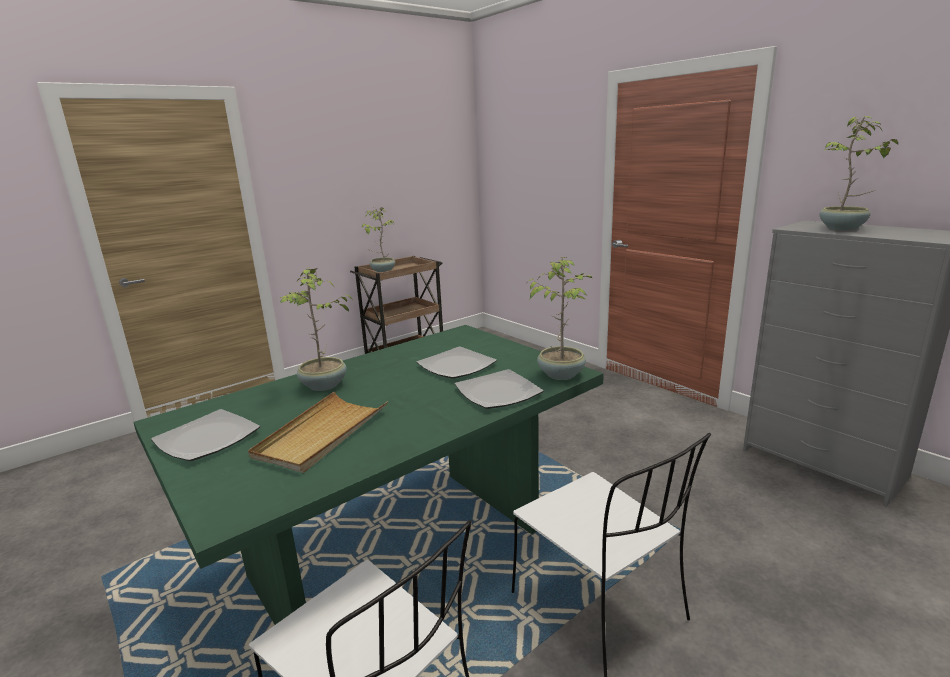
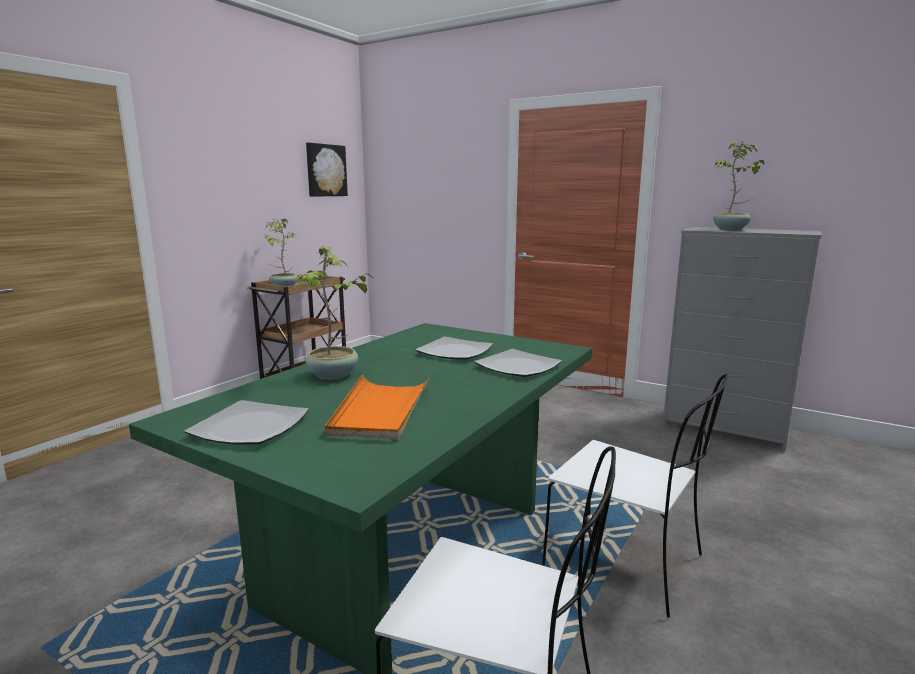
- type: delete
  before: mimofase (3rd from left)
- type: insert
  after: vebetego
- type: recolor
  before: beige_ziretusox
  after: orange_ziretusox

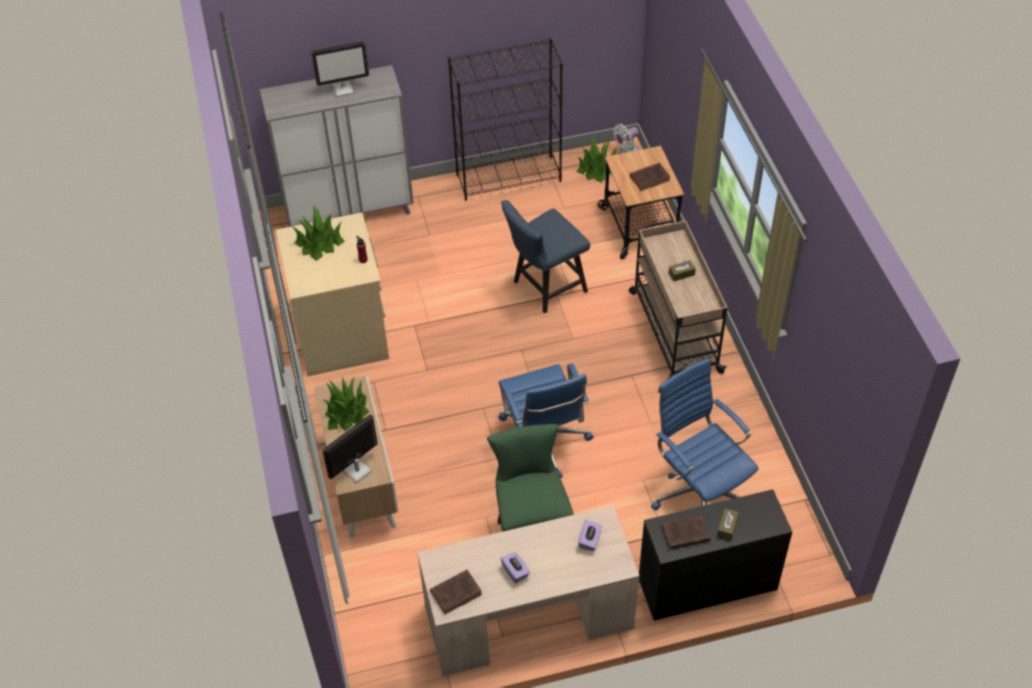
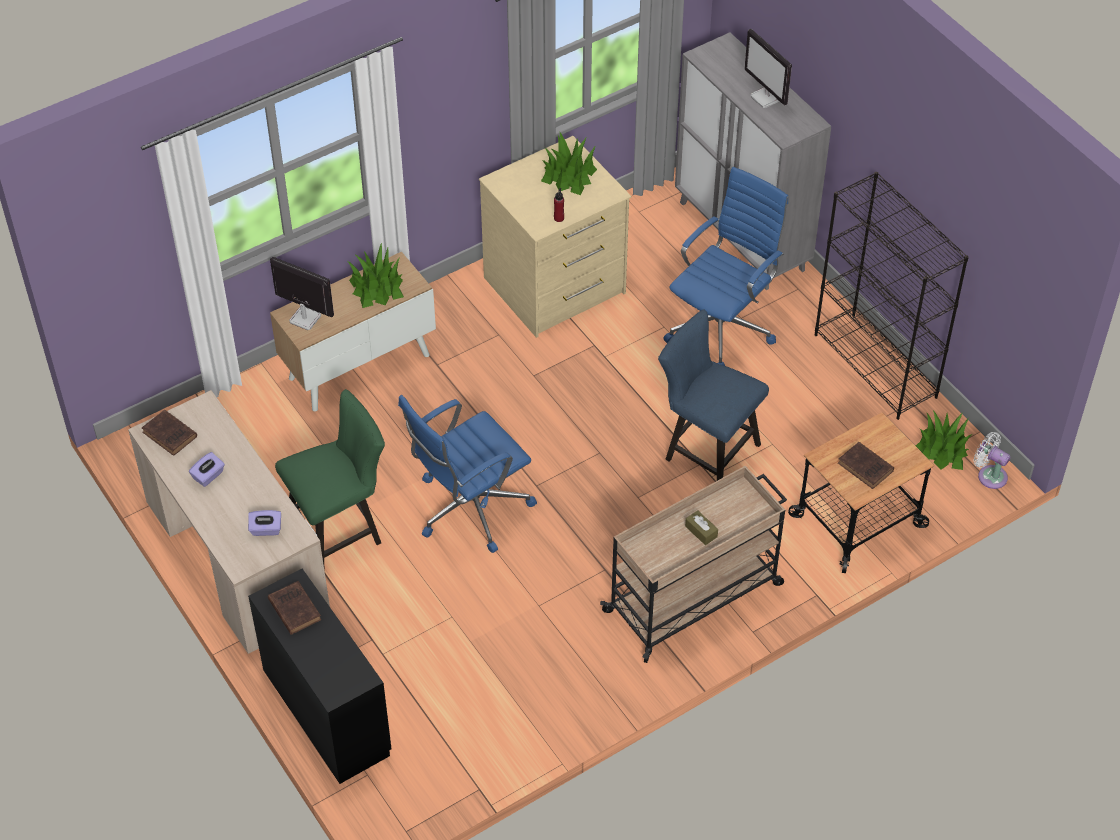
- type: delete
  before: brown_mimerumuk (2nd from left)
- type: move
  before: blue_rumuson (2nd from left)

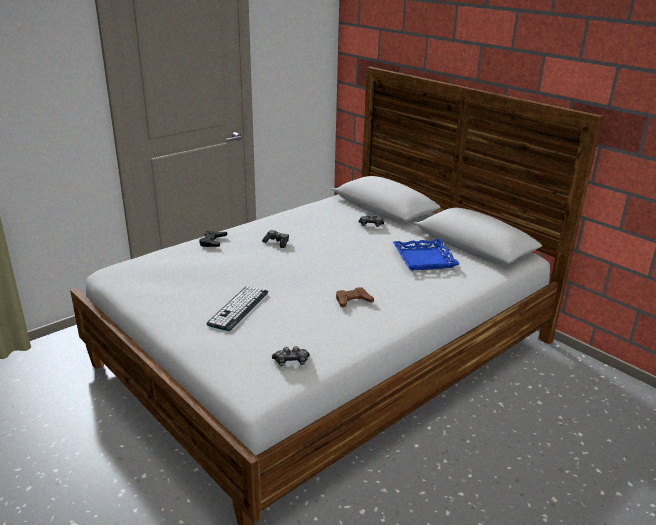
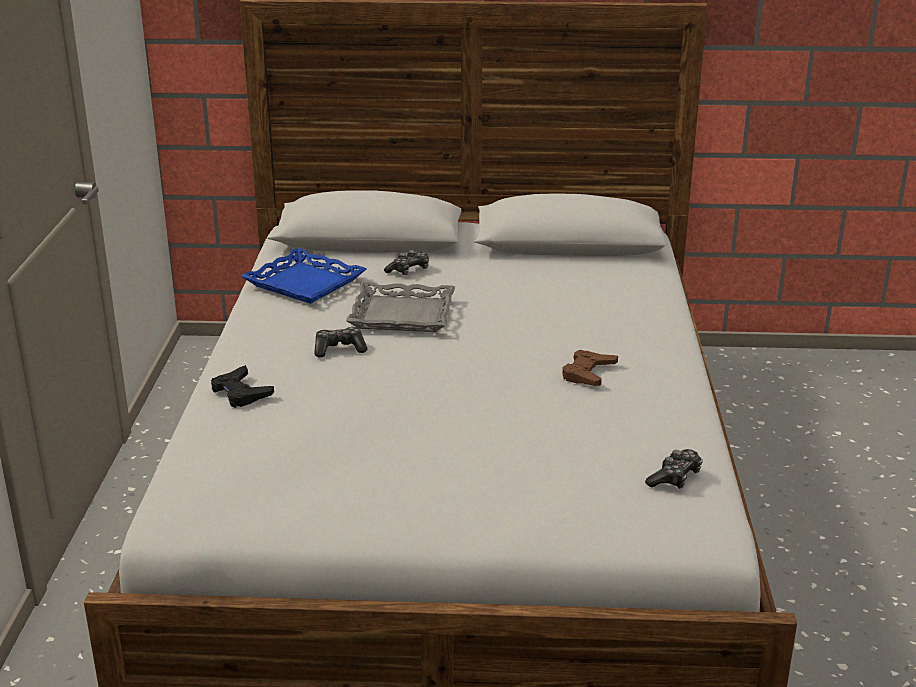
- type: delete
  before: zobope
- type: insert
  after: grey_ziretusox
- type: move
  before: blue_ziretusox

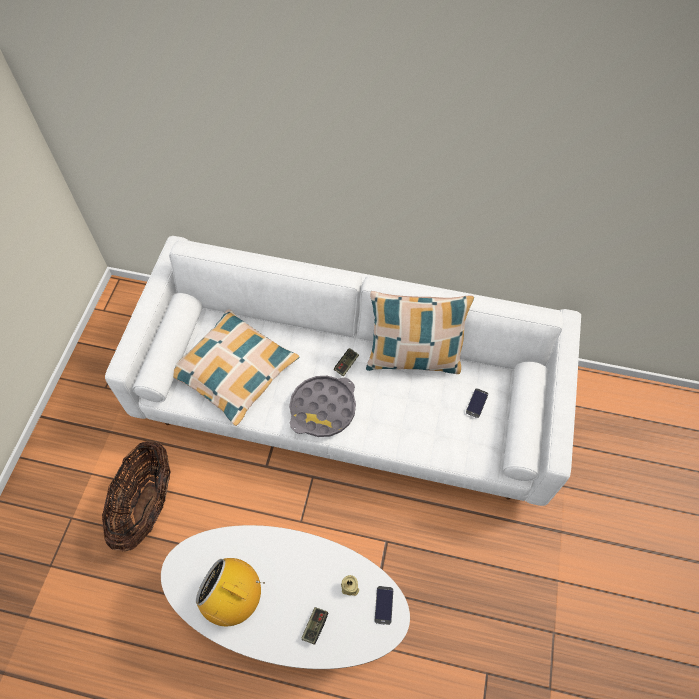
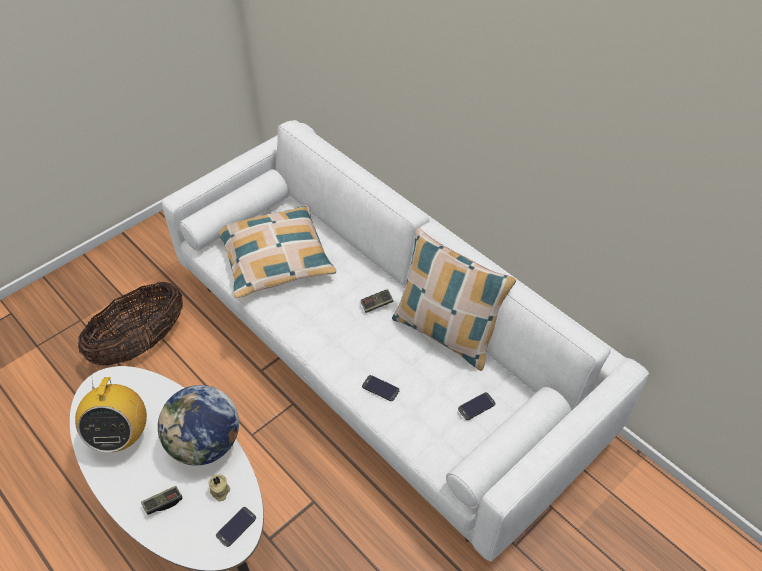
- type: delete
  before: grey_ziretusox
- type: insert
  after: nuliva
- type: insert
  after: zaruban (2nd from left)
- type: rotate
  before: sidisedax
  turn: -150

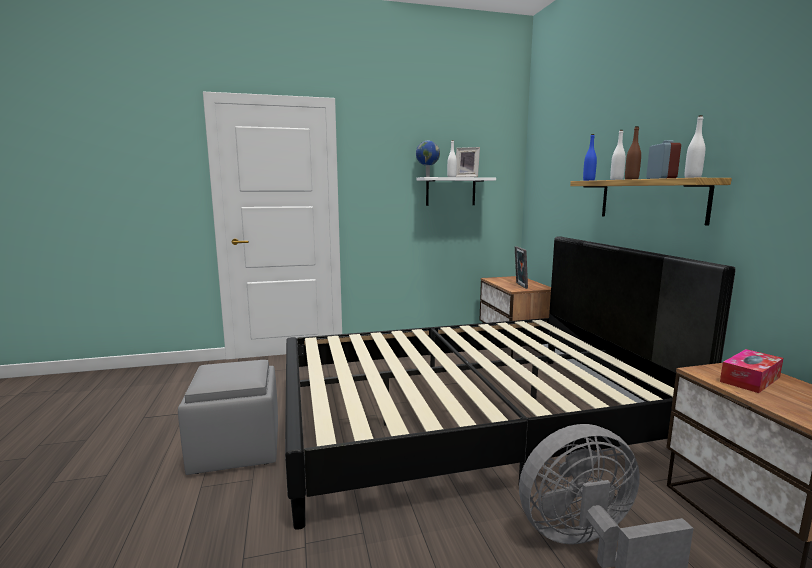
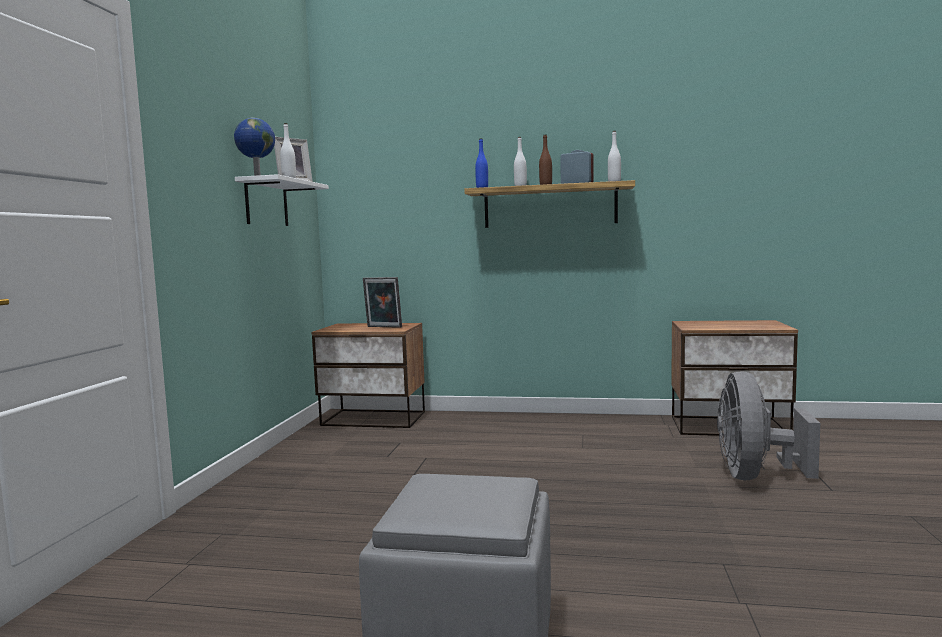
- type: delete
  before: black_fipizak
- type: delete
  before: mimerumuk

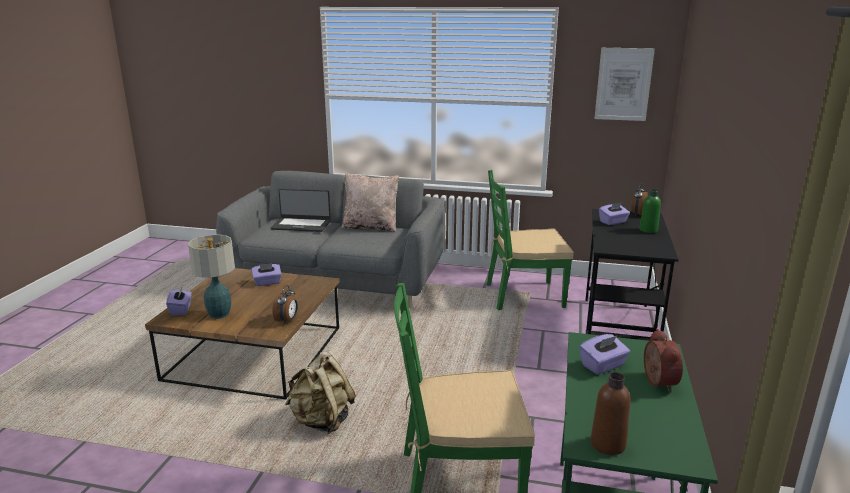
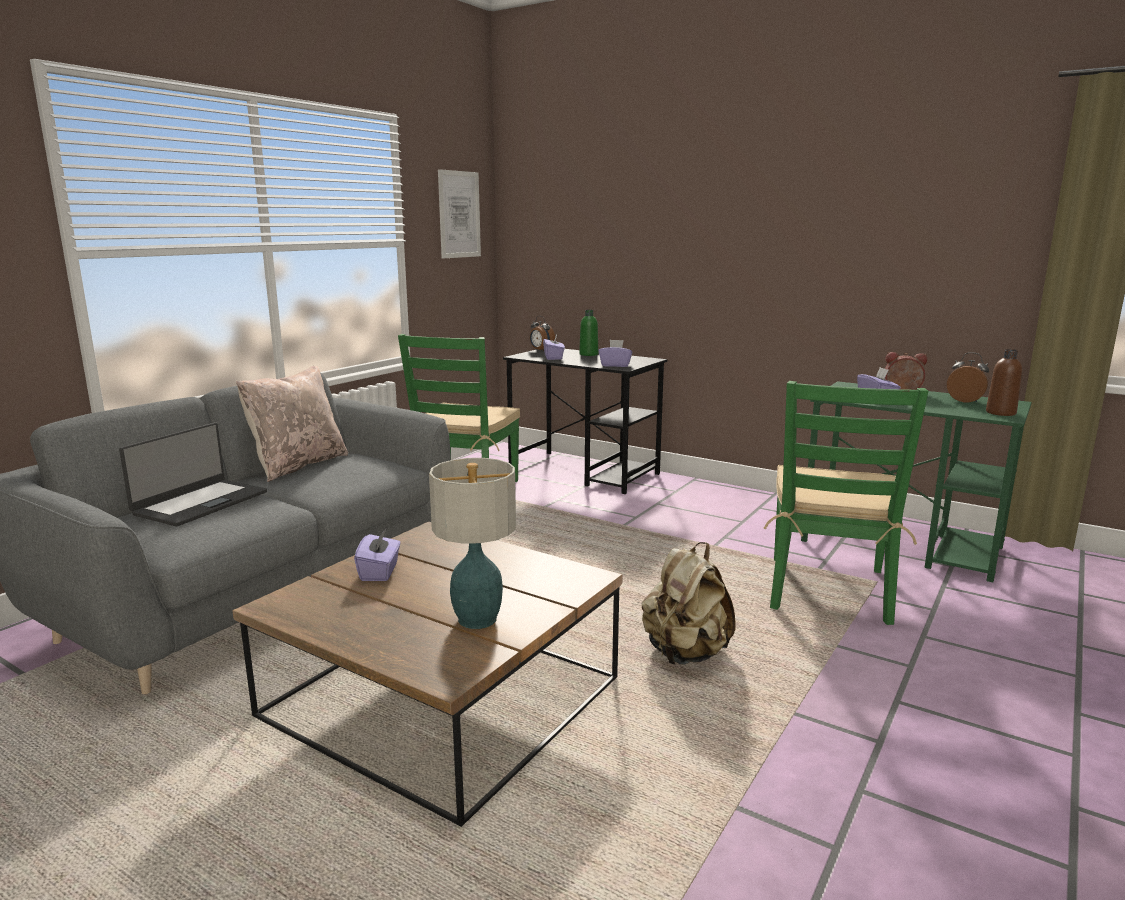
- type: move
  before: purple_mimerumuk (1st from left in the first image)
  after: purple_mimerumuk (3rd from left)
- type: move
  before: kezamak (1st from left in the first image)
  after: kezamak (3rd from left)

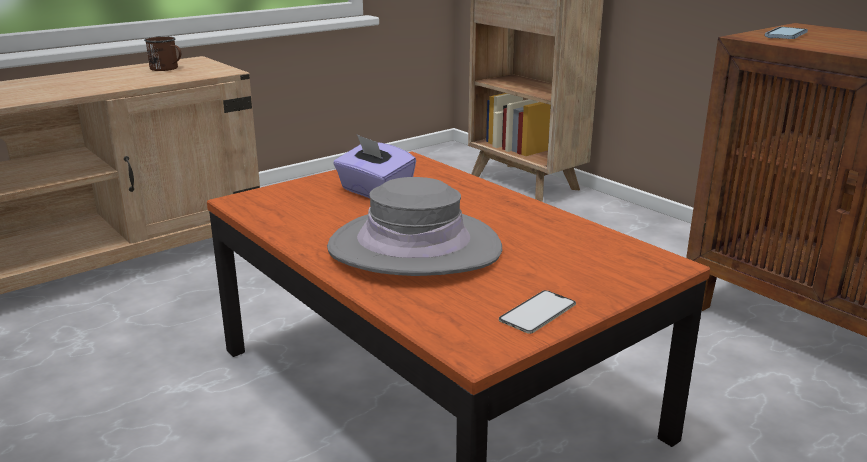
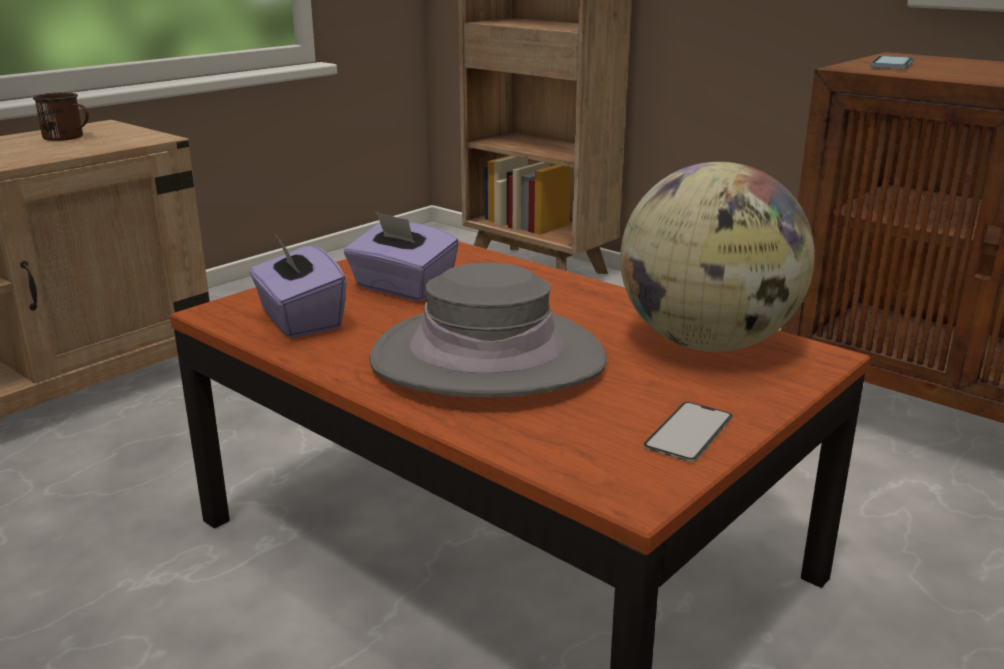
- type: insert
  after: purple_mimerumuk (1st from left)
- type: insert
  after: nuliva

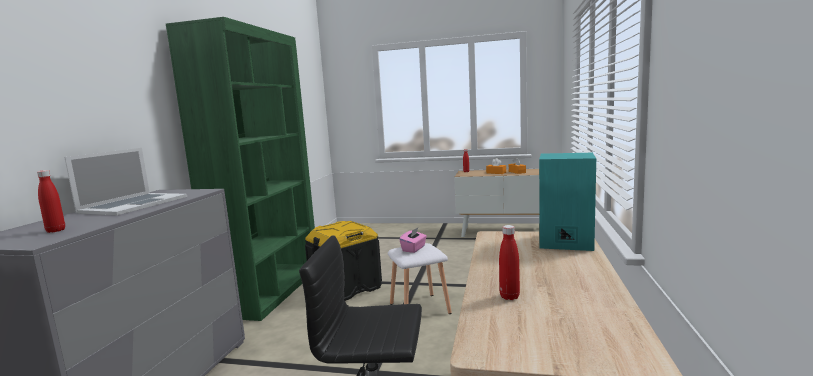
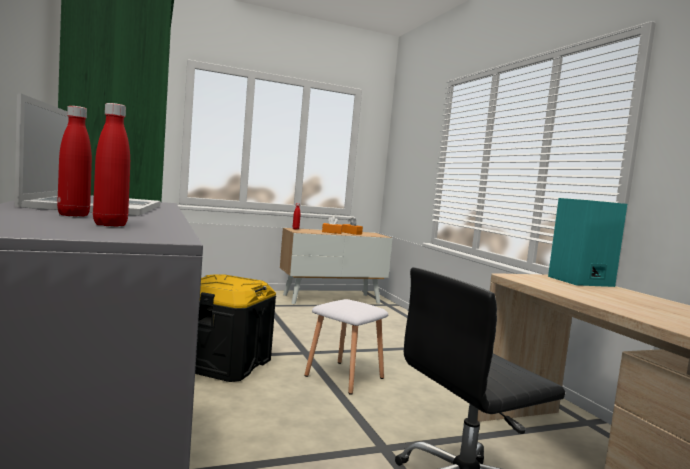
- type: delete
  before: pink_mimerumuk
- type: move
  before: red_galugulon (3rd from left in the first image)
  after: red_galugulon (1st from left)

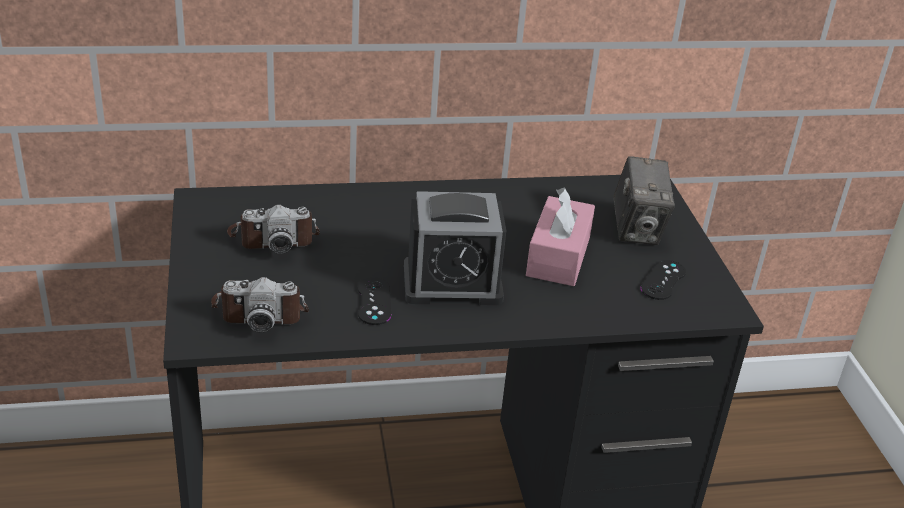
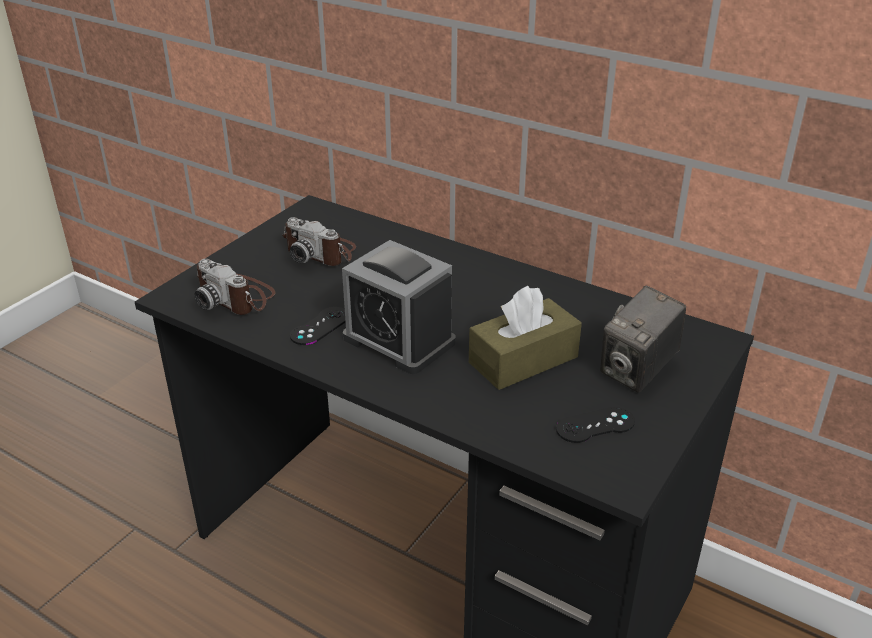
- type: recolor
  before: pink_mimerumuk
  after: brown_mimerumuk

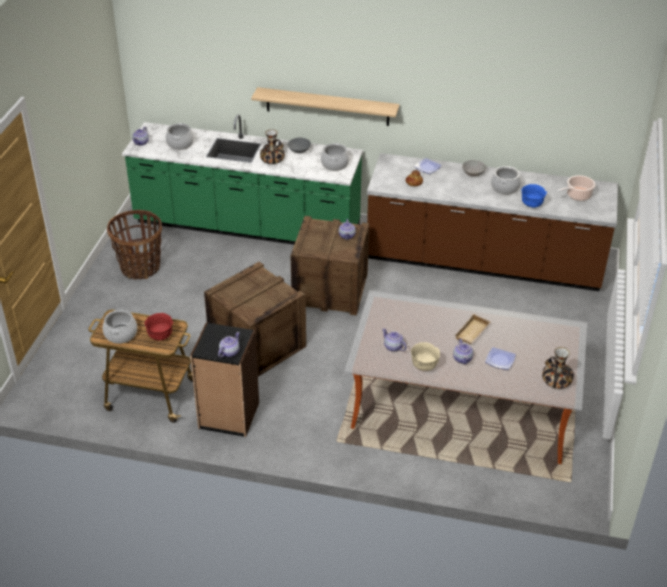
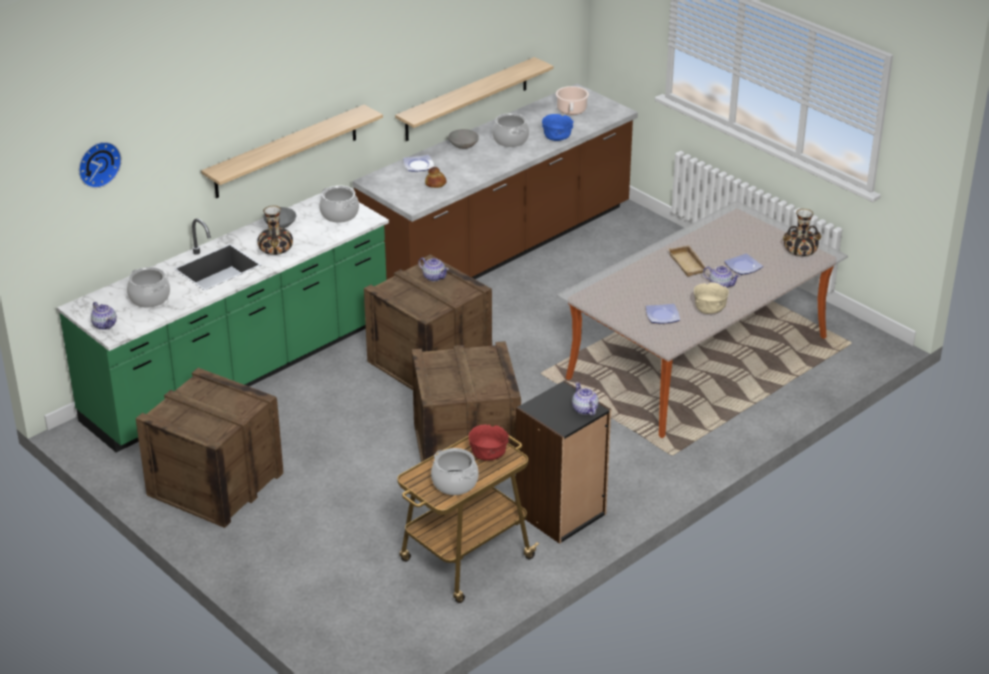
- type: insert
  after: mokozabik
- type: insert
  after: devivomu (2nd from left)
- type: replace
  before: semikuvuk
  after: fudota (1st from left)
- type: replace
  before: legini (4th from left)
  after: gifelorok (2nd from left)

